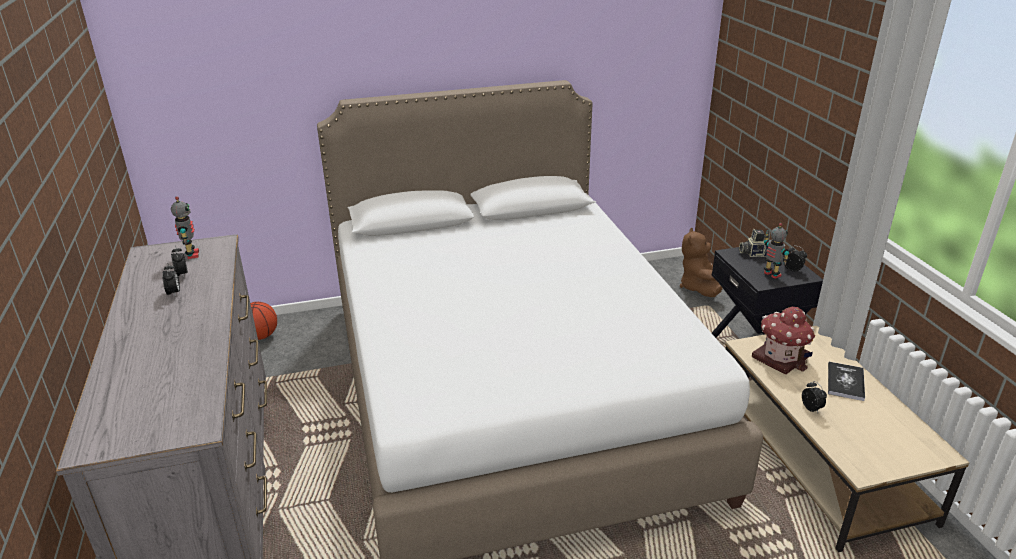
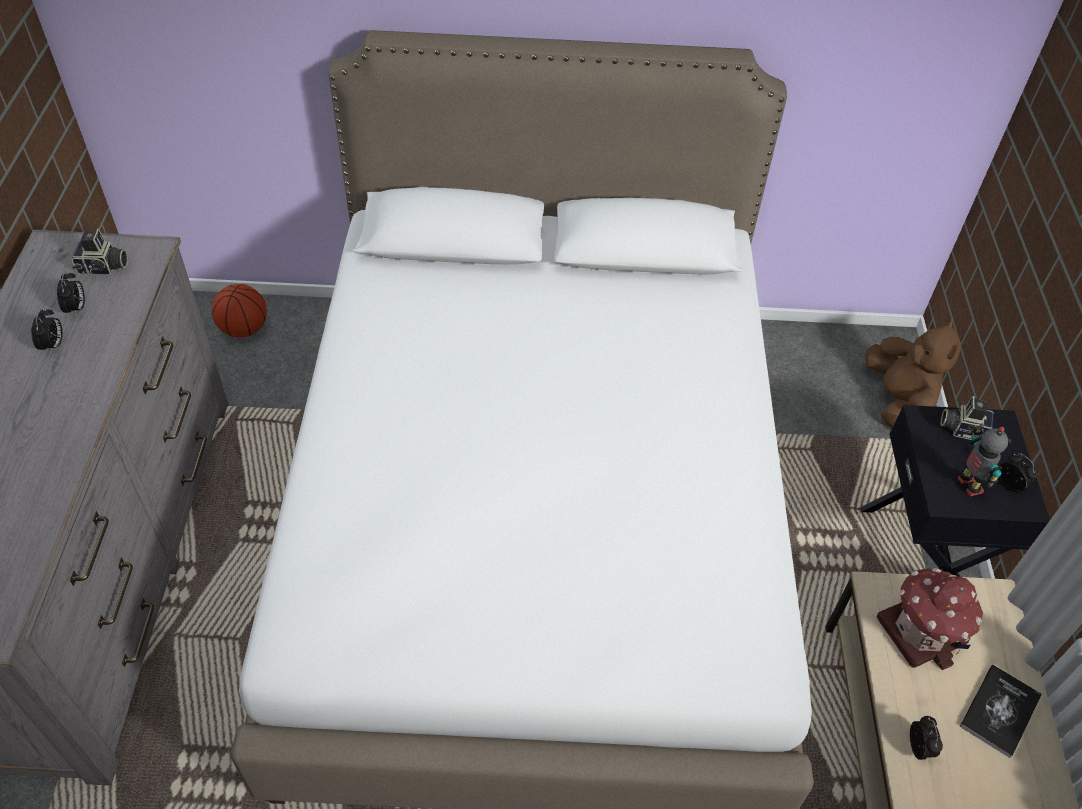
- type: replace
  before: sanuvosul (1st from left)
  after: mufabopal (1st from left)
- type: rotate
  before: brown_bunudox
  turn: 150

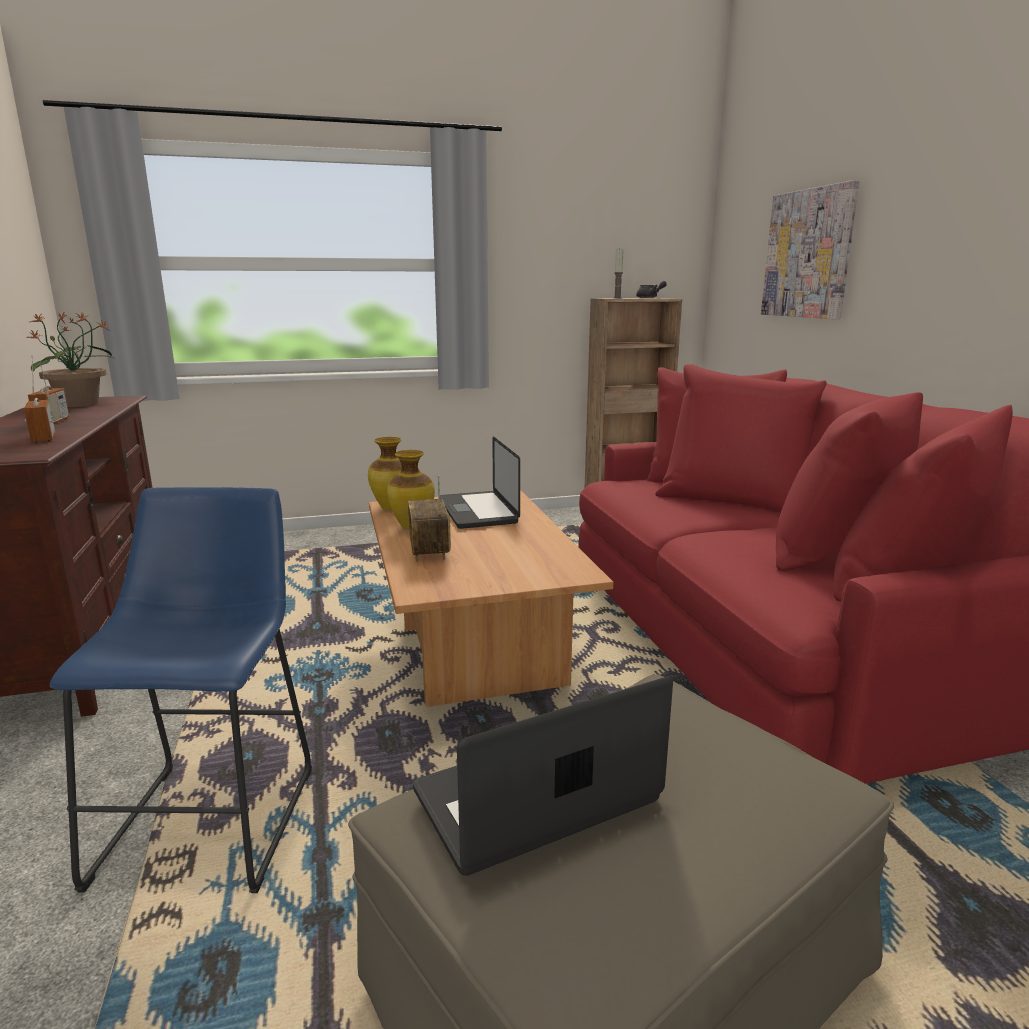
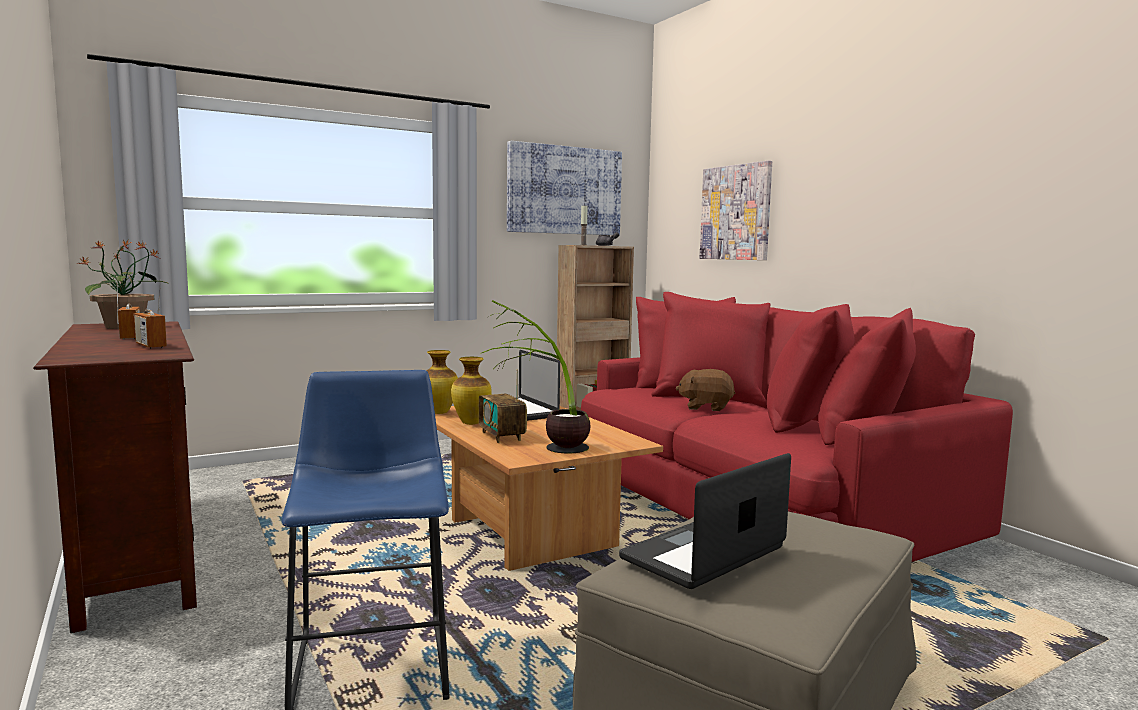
- type: insert
  after: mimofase (2nd from left)
- type: insert
  after: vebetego (1st from left)
- type: insert
  after: brown_bunudox

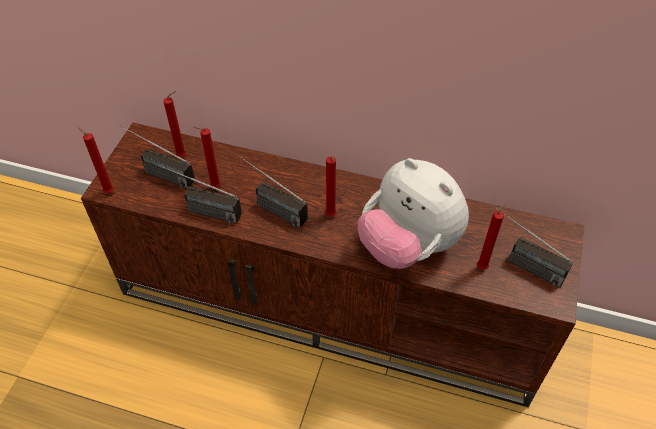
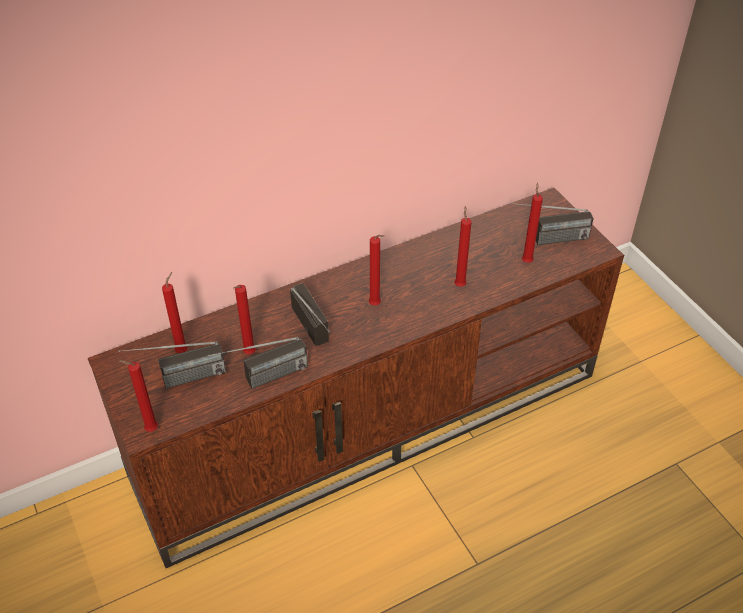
- type: replace
  before: bunudox
  after: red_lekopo (5th from left)
- type: rotate
  before: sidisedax (3rd from left)
  turn: -105

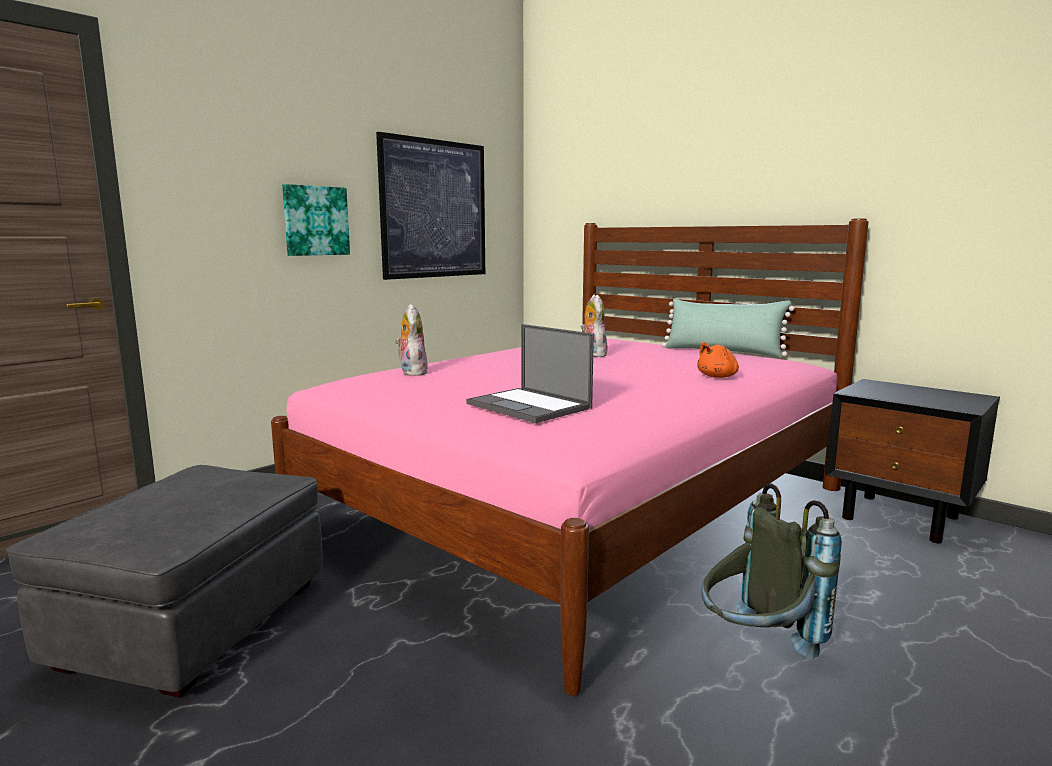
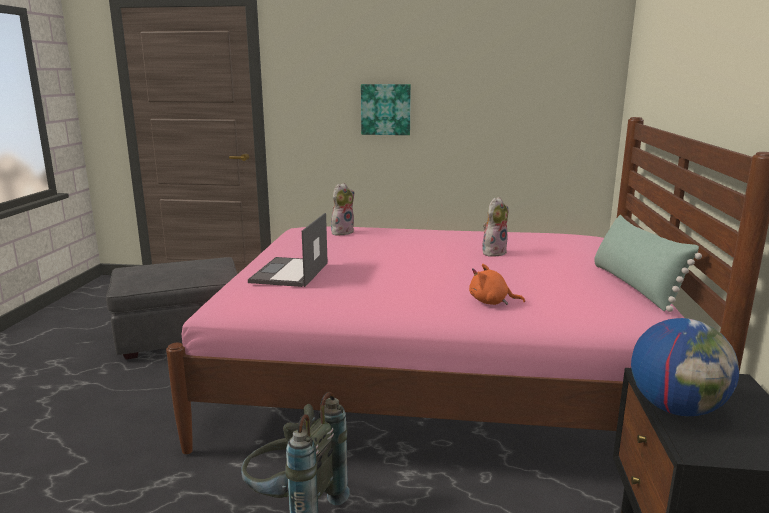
- type: delete
  before: vebetego (2nd from left)
- type: insert
  after: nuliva

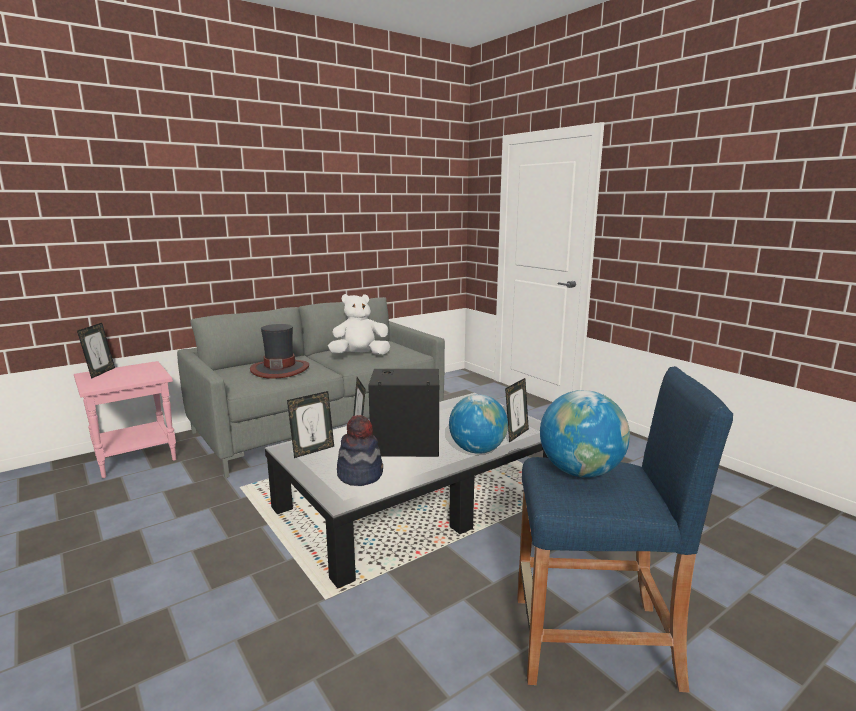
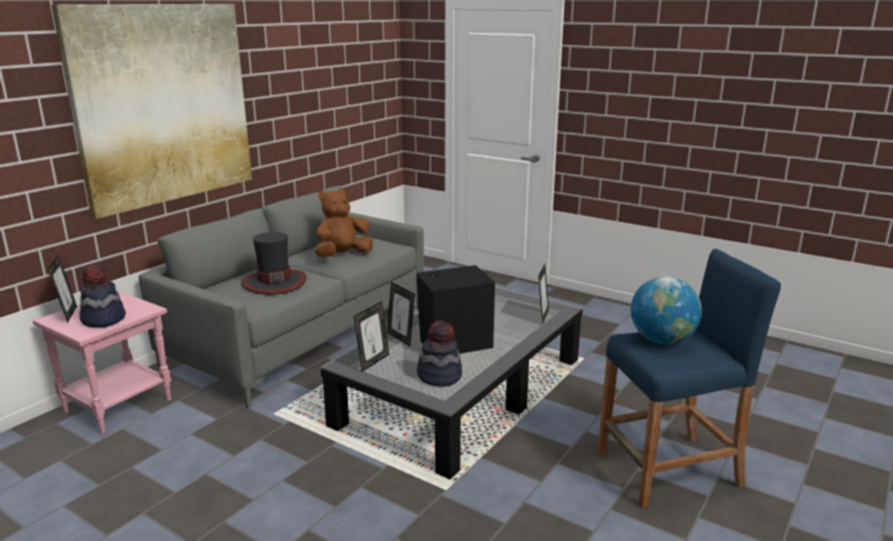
- type: delete
  before: nuliva (1st from left)
- type: insert
  after: vebetego
- type: insert
  after: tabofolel (1st from left)
- type: recolor
  before: white_bunudox
  after: brown_bunudox

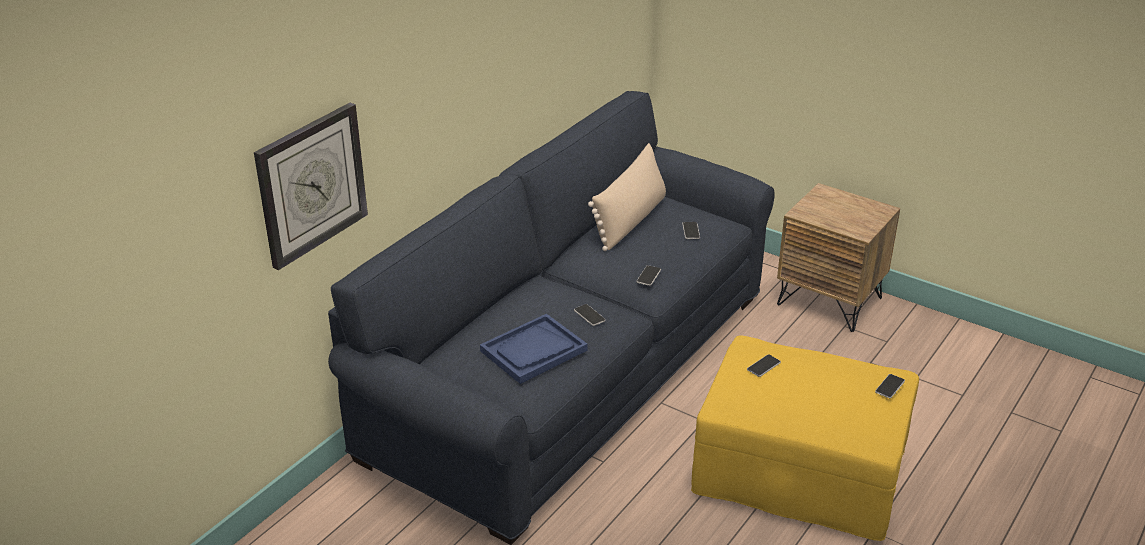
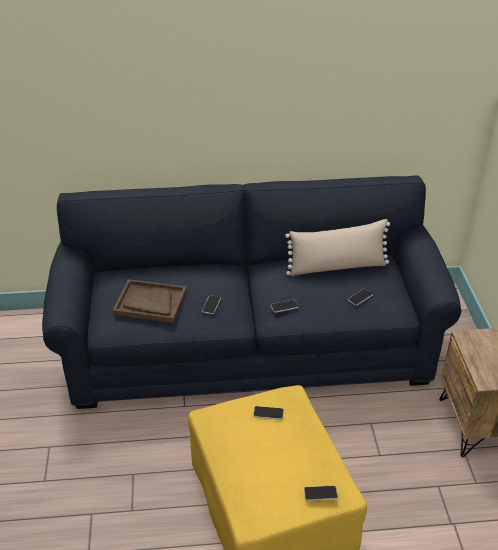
- type: delete
  before: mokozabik
- type: recolor
  before: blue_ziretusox
  after: brown_ziretusox

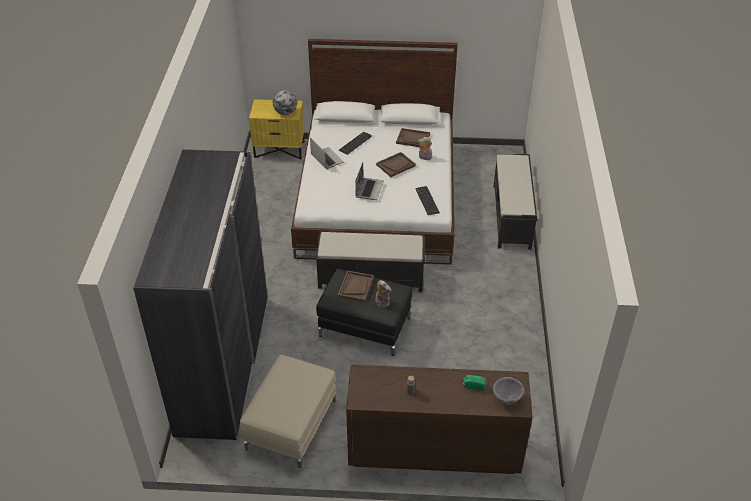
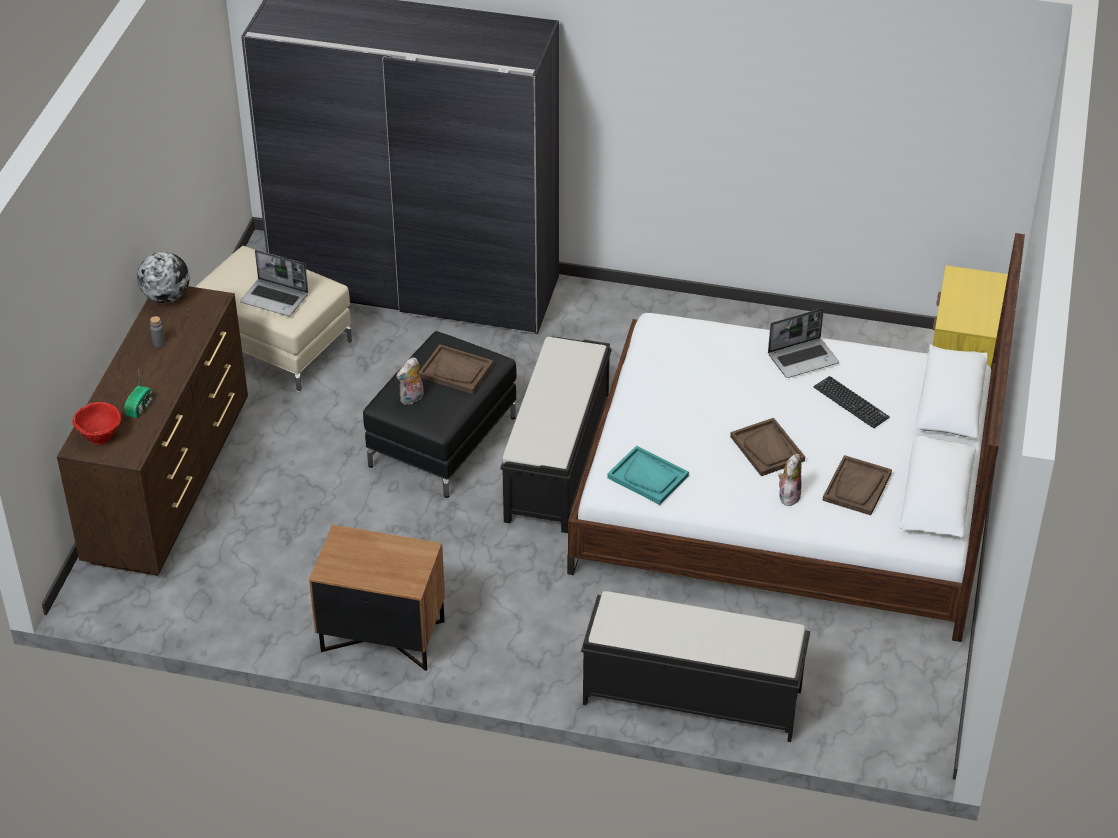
- type: insert
  after: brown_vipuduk
- type: move
  before: nuliva
- type: move
  before: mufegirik (2nd from left in the first image)
  after: mufegirik (1st from left)
- type: replace
  before: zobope (2nd from left)
  after: turquoise_ziretusox
- type: recolor
  before: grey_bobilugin
  after: red_bobilugin

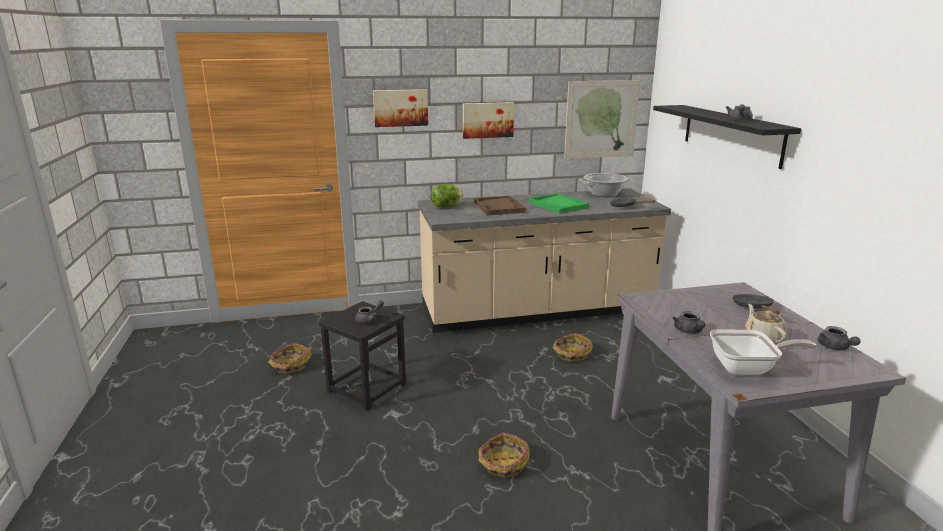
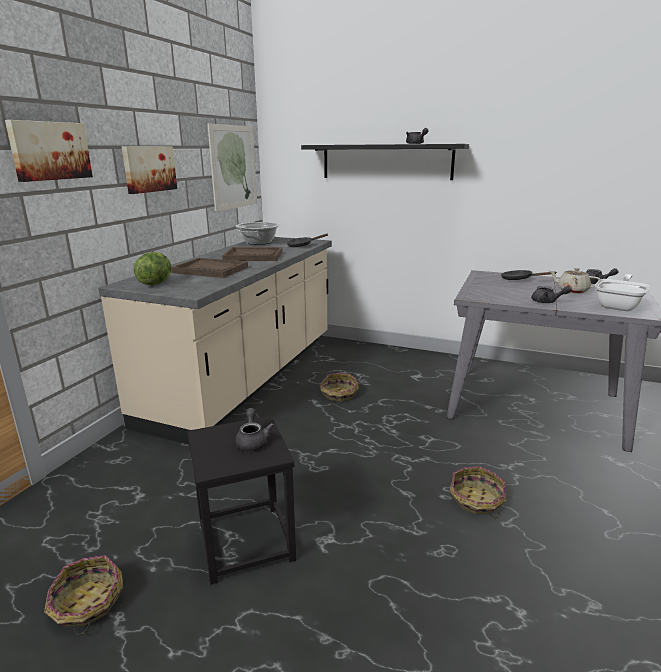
- type: recolor
  before: green_ziretusox
  after: brown_ziretusox (2nd from left)

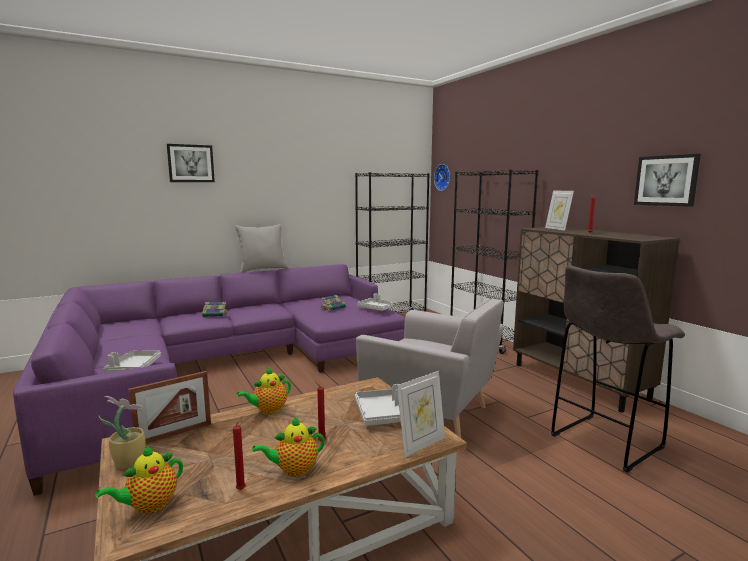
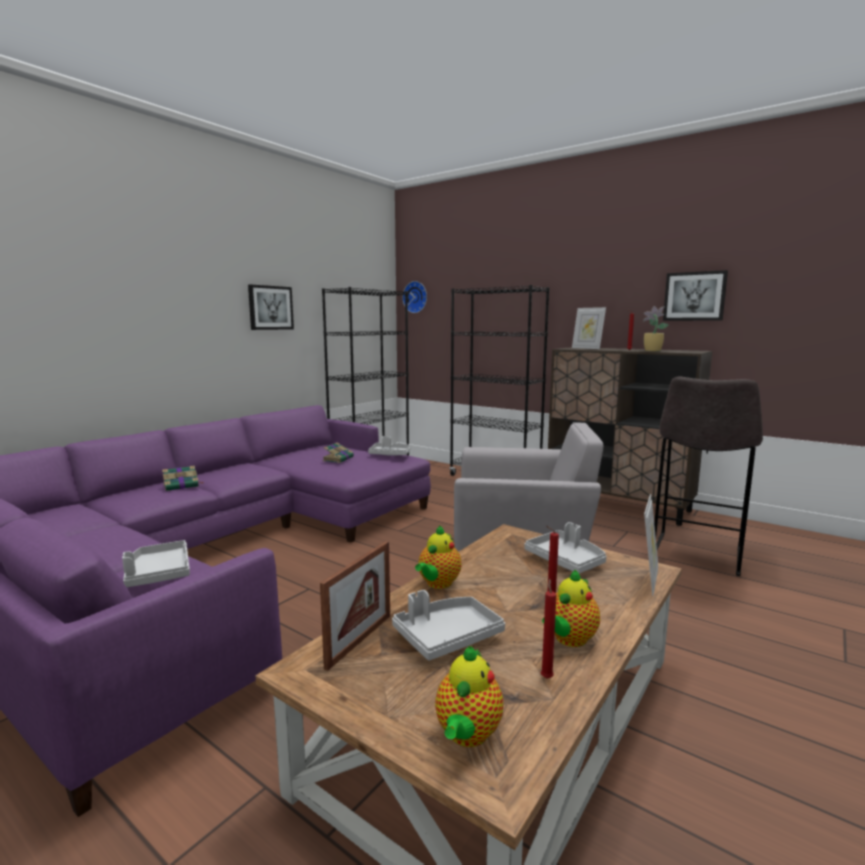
- type: delete
  before: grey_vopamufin
- type: insert
  after: grey_ziretusox (3rd from left)
- type: move
  before: mimofase
- type: move
  before: vebetego (1st from left)

